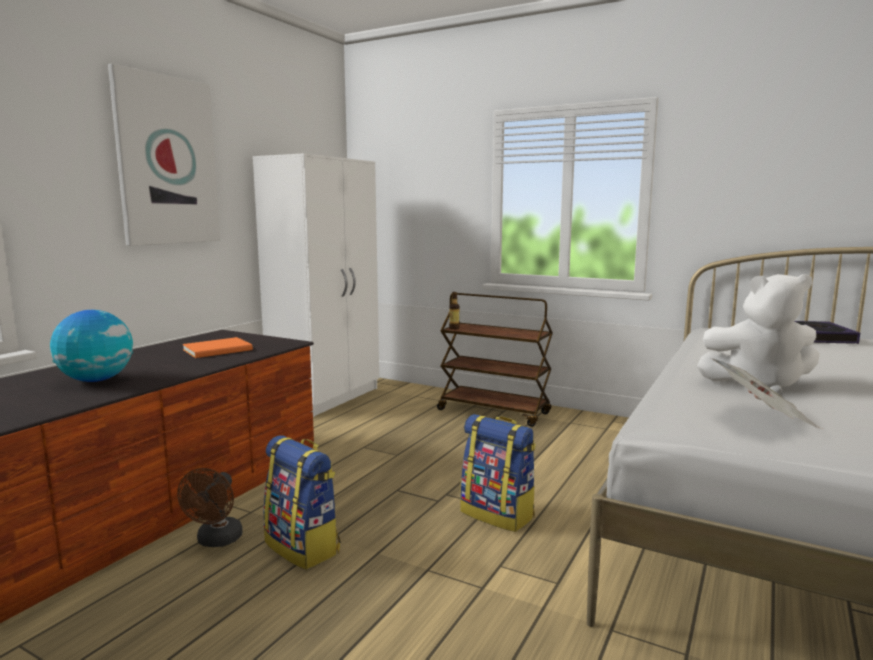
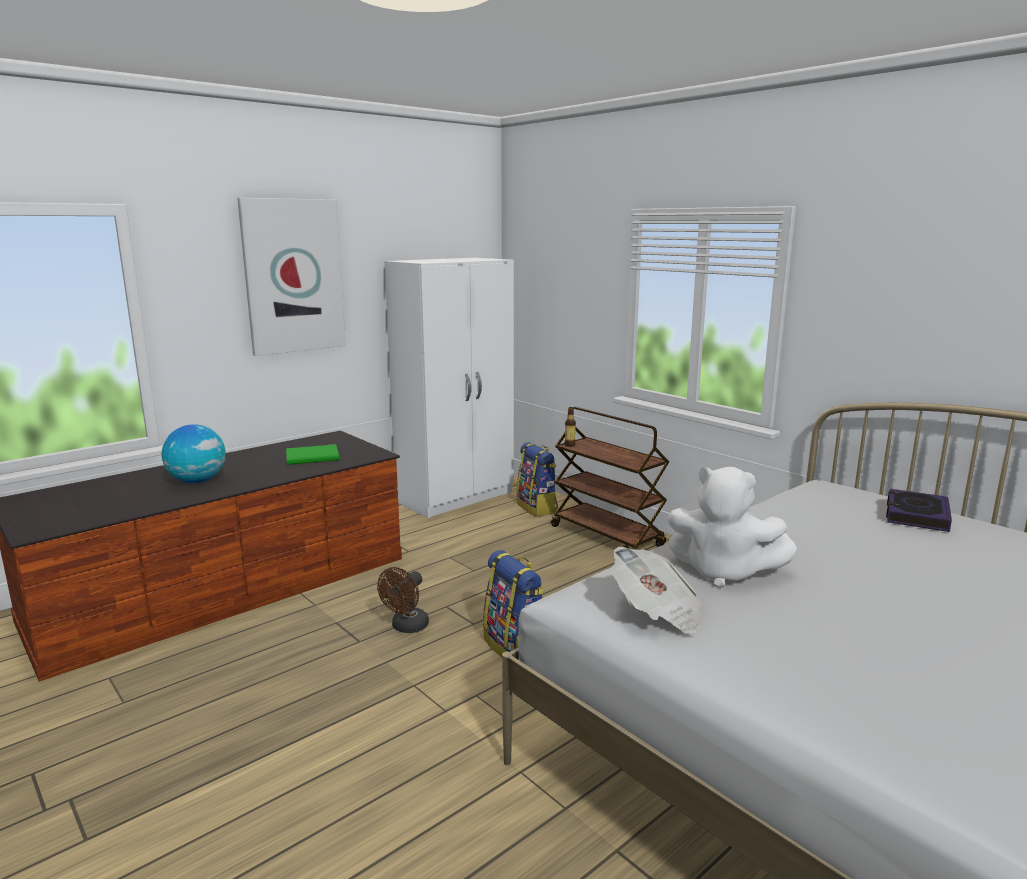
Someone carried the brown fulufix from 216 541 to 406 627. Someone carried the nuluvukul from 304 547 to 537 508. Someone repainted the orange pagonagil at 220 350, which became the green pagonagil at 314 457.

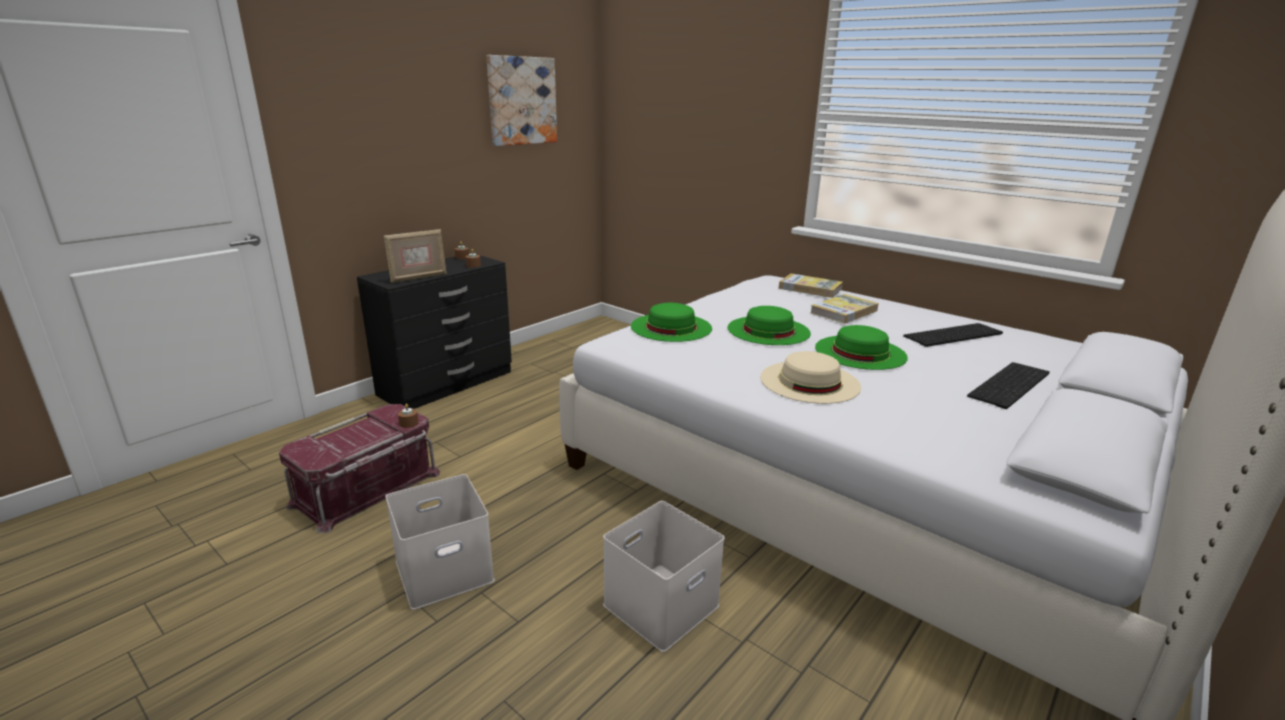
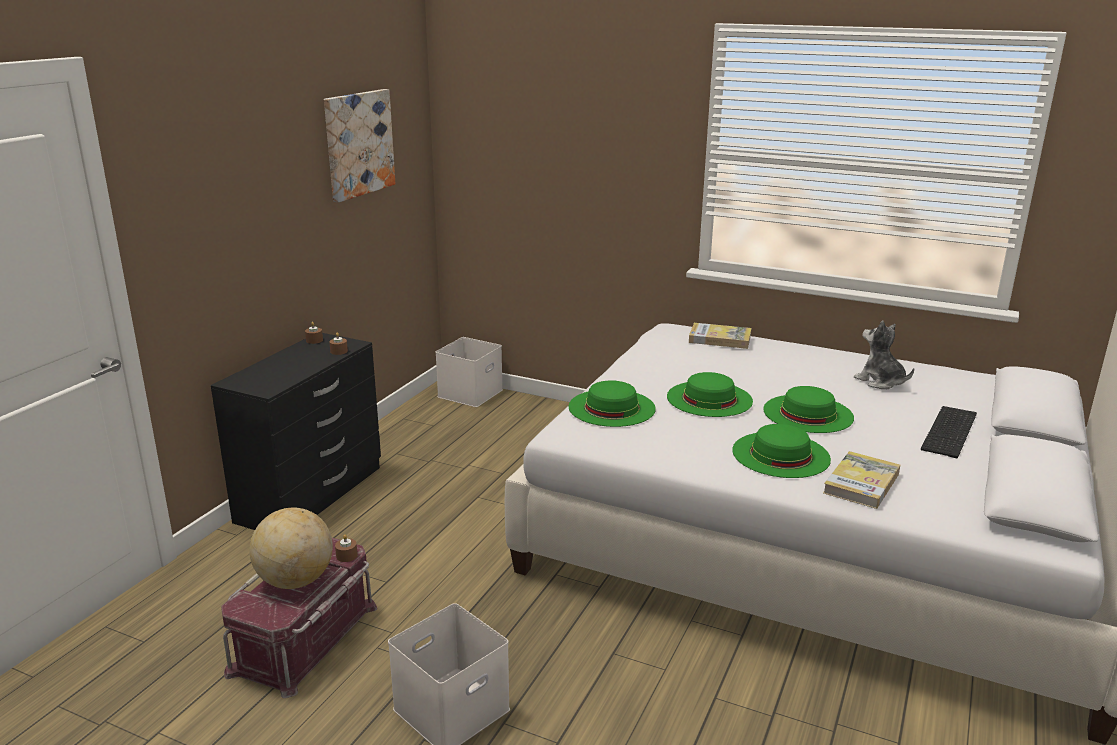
Someone took away the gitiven at 418 278. Someone put down the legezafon at 295 580. Someone carried the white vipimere from 661 607 to 470 394. Someone carried the pagonagil from 843 312 to 861 483. Someone swapped the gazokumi at 954 335 for the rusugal at 880 382. Someone repainted the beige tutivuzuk at 809 381, which became the green tutivuzuk at 781 454.

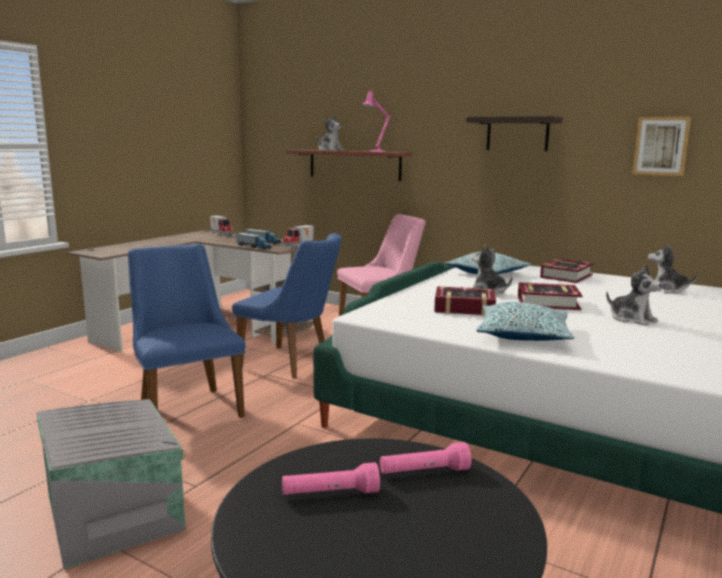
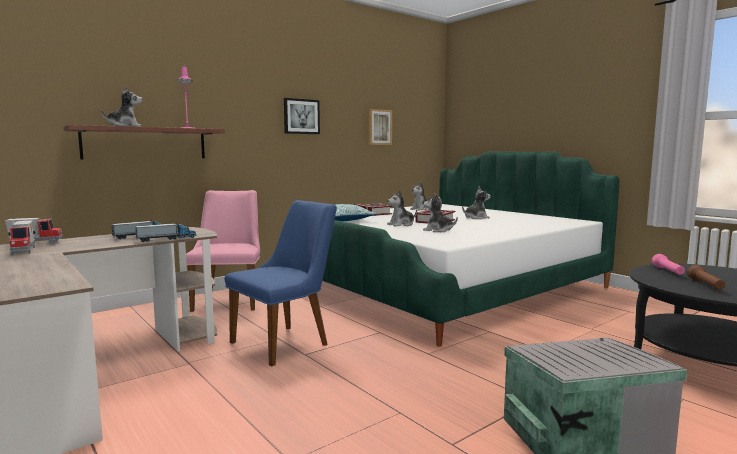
Someone took away the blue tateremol at 186 406. Someone took away the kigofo at 523 335. Someone carried the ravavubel from 299 246 to 25 250. Someone swapped the pagonagil at 464 308 for the rusugal at 438 230. Someone swapped the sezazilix at 517 134 for the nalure at 301 116. Someone repainted the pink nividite at 330 494, which became the brown nividite at 706 285.

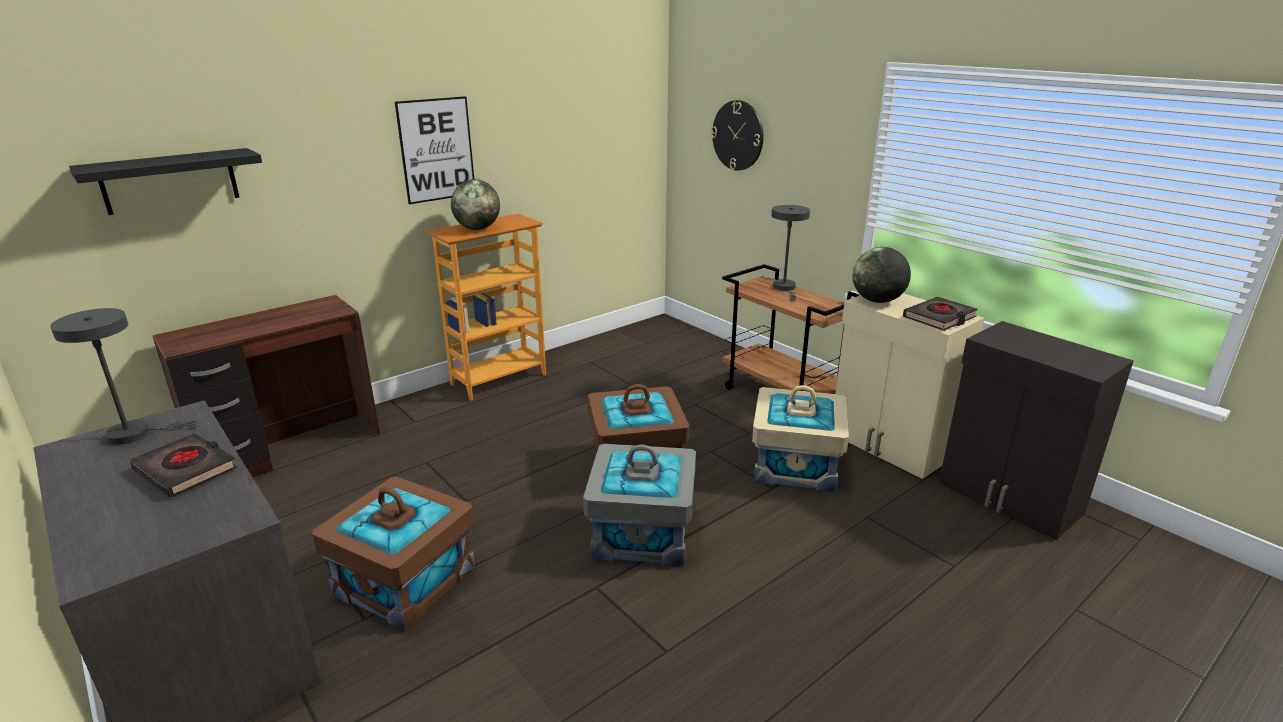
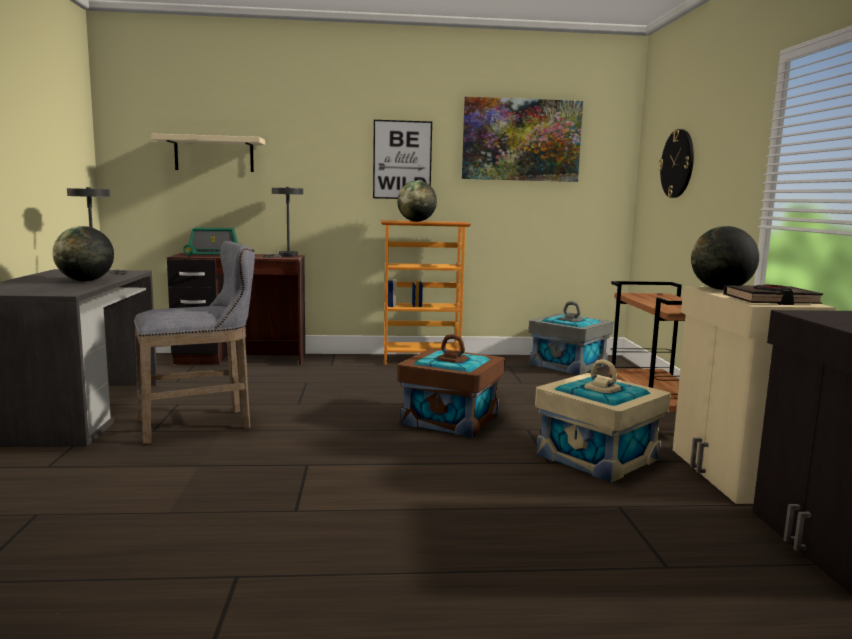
Someone put down the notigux at 214 255. Someone put up the nalure at 521 140. Someone carried the grey vipimere from 642 532 to 568 365. Someone carried the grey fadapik from 785 288 to 286 255. Someone swapped the black pagonagil at 186 470 for the legezafon at 85 281. Someone swapped the brown vipimere at 406 581 for the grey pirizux at 201 424. Someone repainted the black sezazilix at 170 181, which became the beige sezazilix at 214 154.

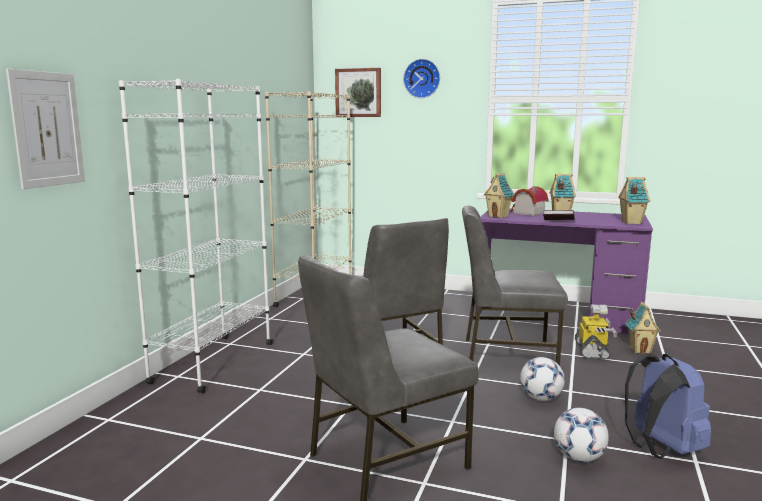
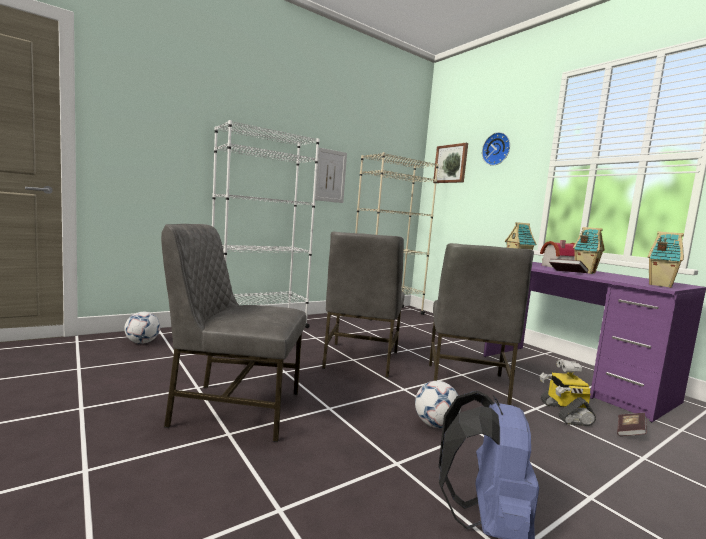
Someone carried the nalure from 47 129 to 330 176. Someone carried the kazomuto from 578 458 to 142 342. Someone swapped the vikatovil at 640 350 for the pagonagil at 630 432. Someone rotated the grey tateremol at 507 354 by 120 degrees counterclockwise. Someone rotated the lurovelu at 592 351 by 135 degrees clockwise.

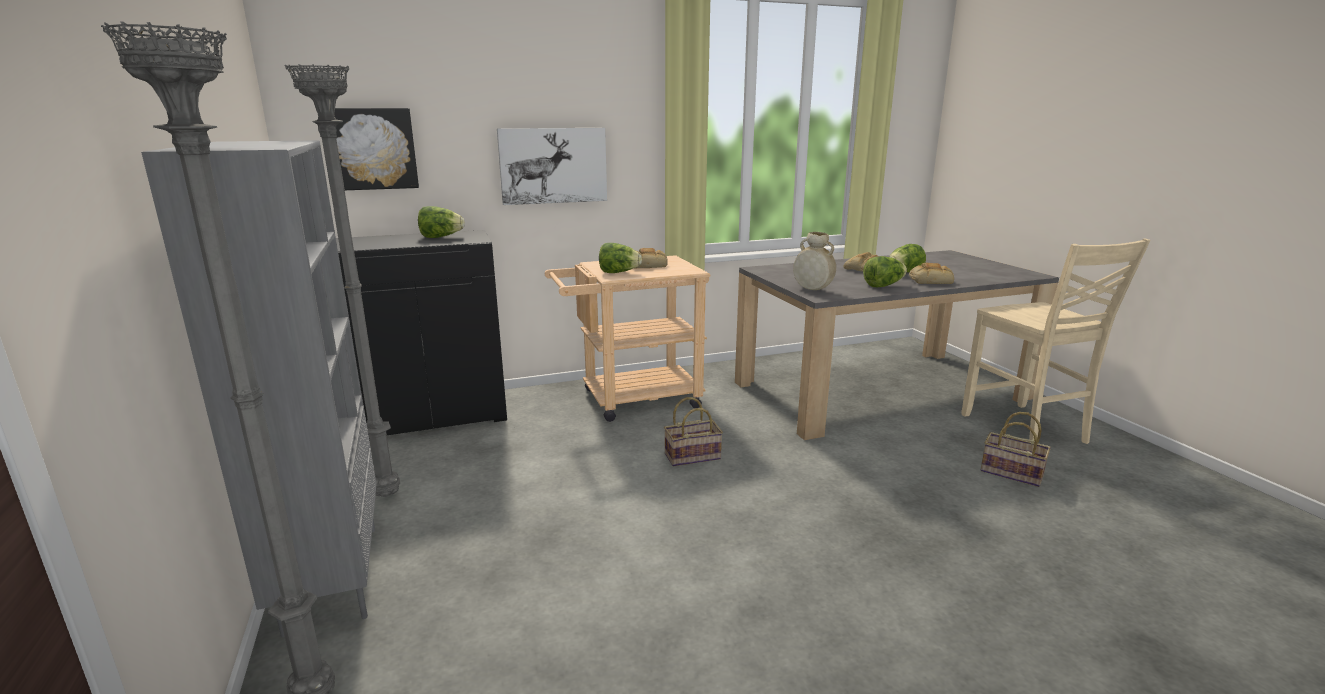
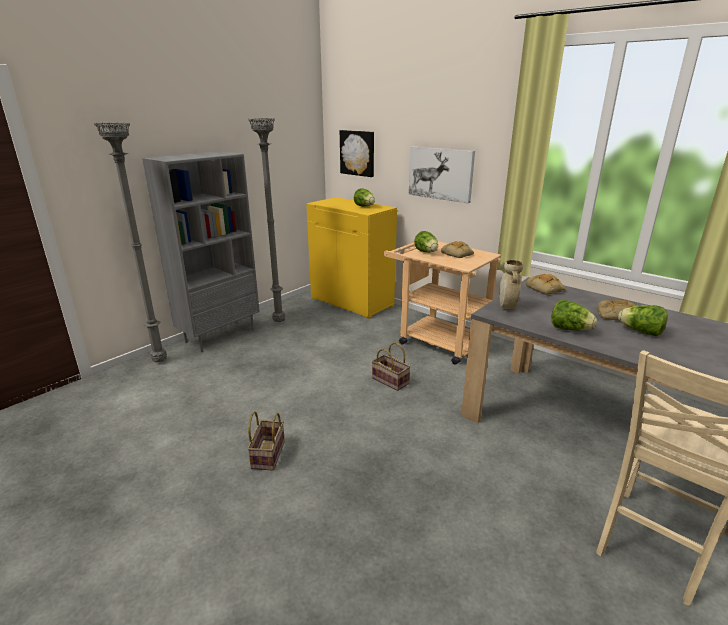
Someone carried the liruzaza from 931 280 to 545 289. Someone carried the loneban from 1009 473 to 267 454. Someone repainted the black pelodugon at 433 415, which became the yellow pelodugon at 352 302.

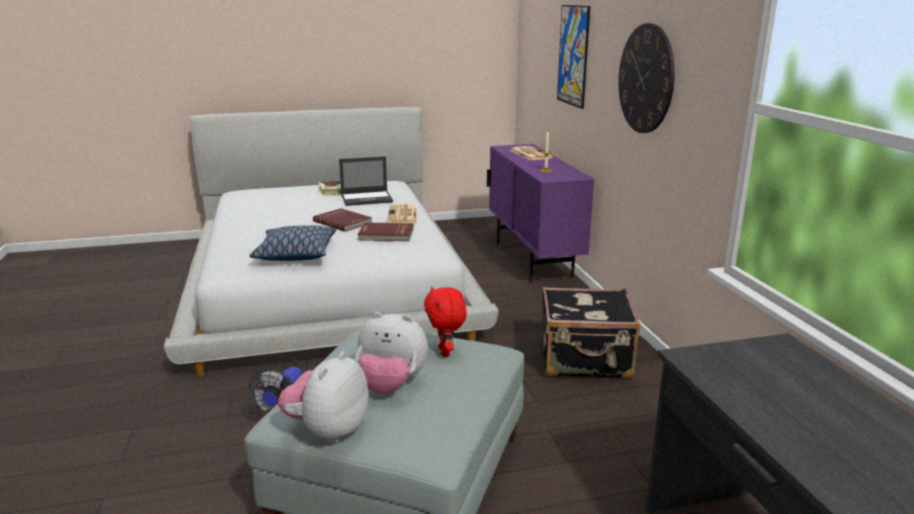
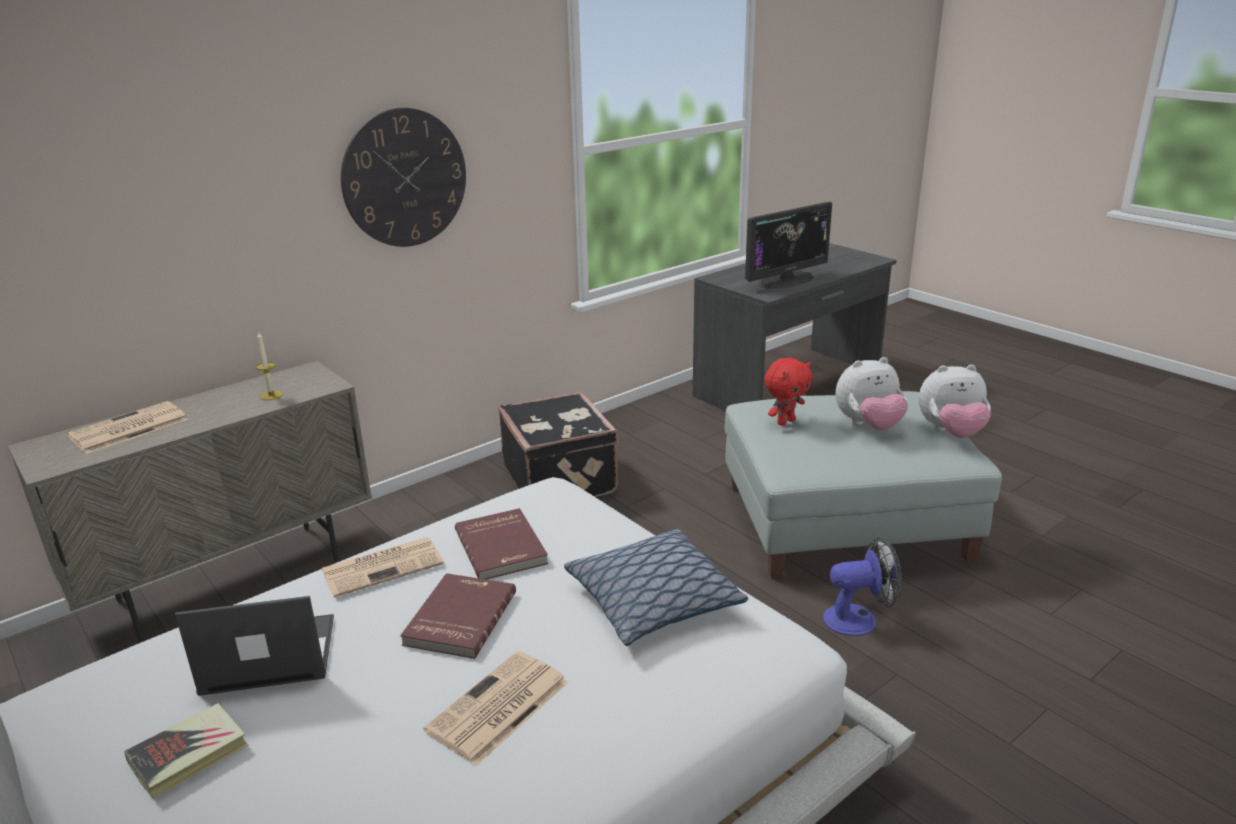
Someone took away the nalure at 573 55. Someone put down the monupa at 497 708. Someone put down the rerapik at 786 280. Someone repainted the purple pelodugon at 533 259, which became the beige pelodugon at 232 579. Someone rotated the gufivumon at 367 198 by 60 degrees counterclockwise. Someone rotated the rusugal at 391 386 by 90 degrees clockwise.

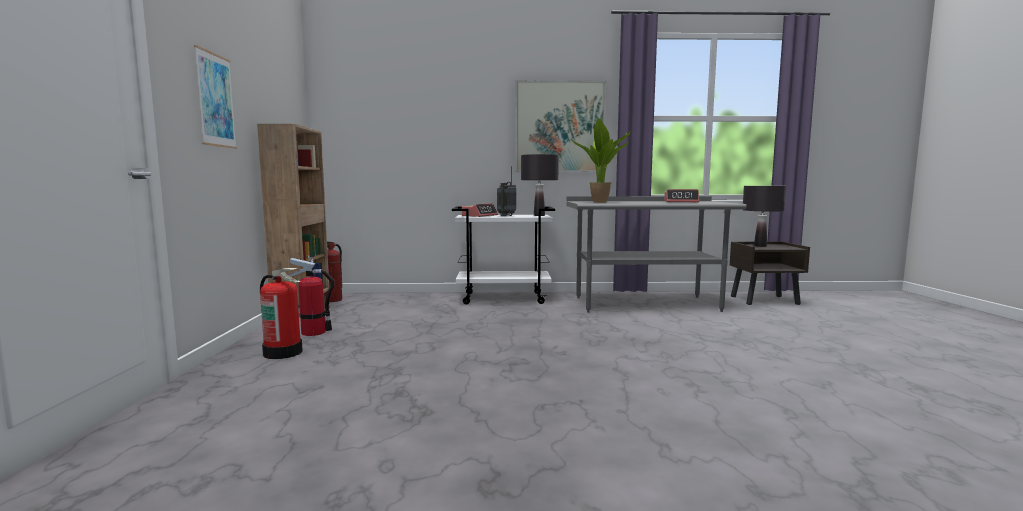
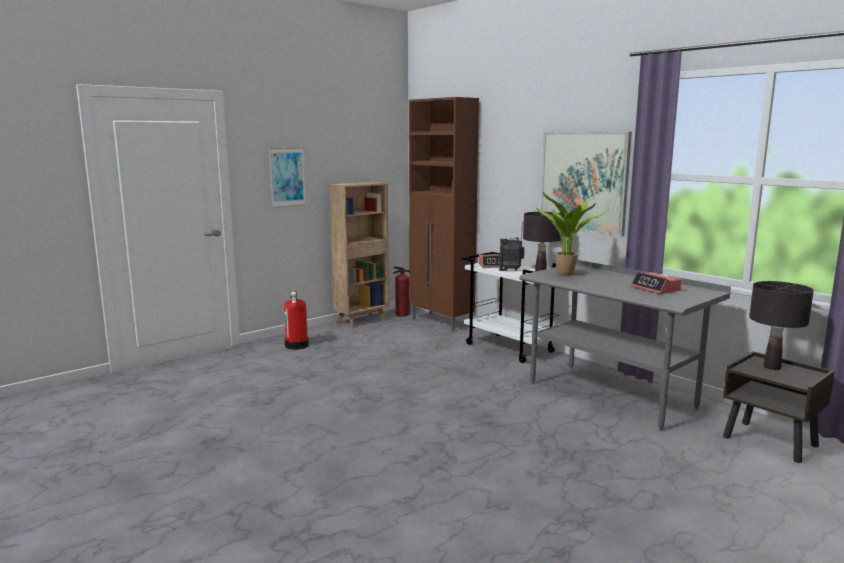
Someone took away the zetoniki at 314 332. Someone put down the brown pelodugon at 441 322.

